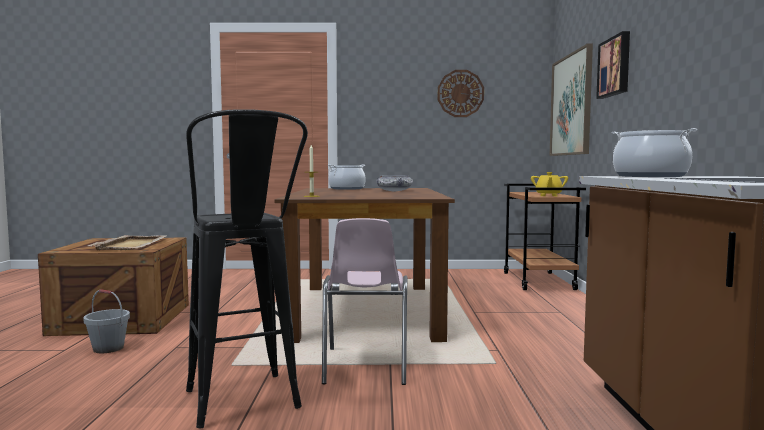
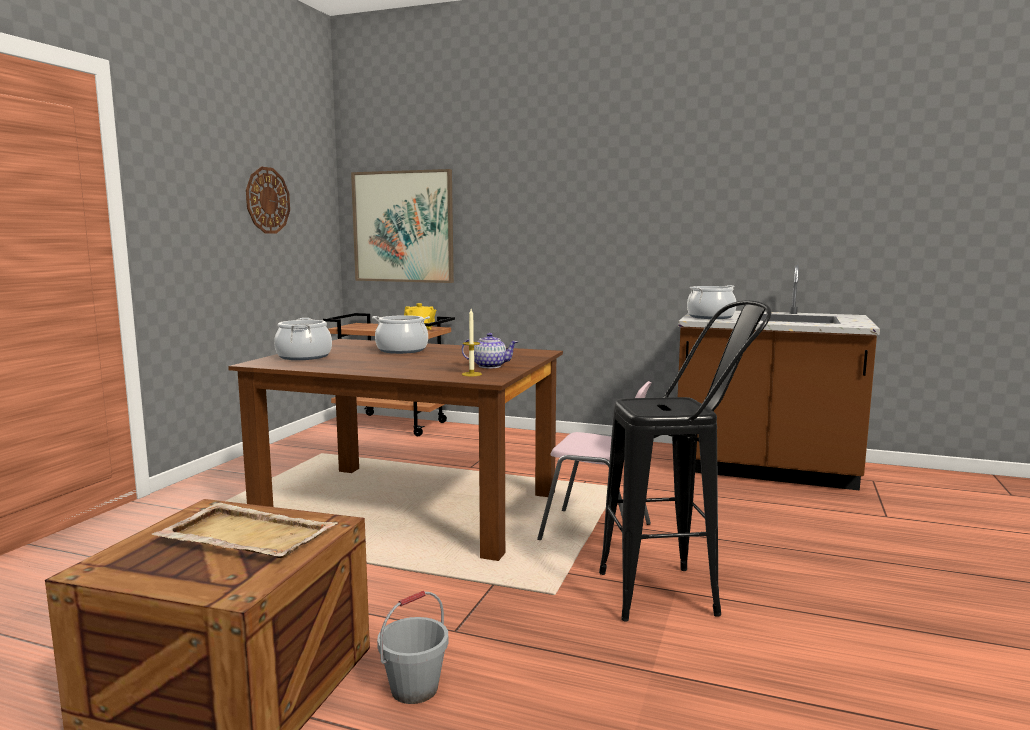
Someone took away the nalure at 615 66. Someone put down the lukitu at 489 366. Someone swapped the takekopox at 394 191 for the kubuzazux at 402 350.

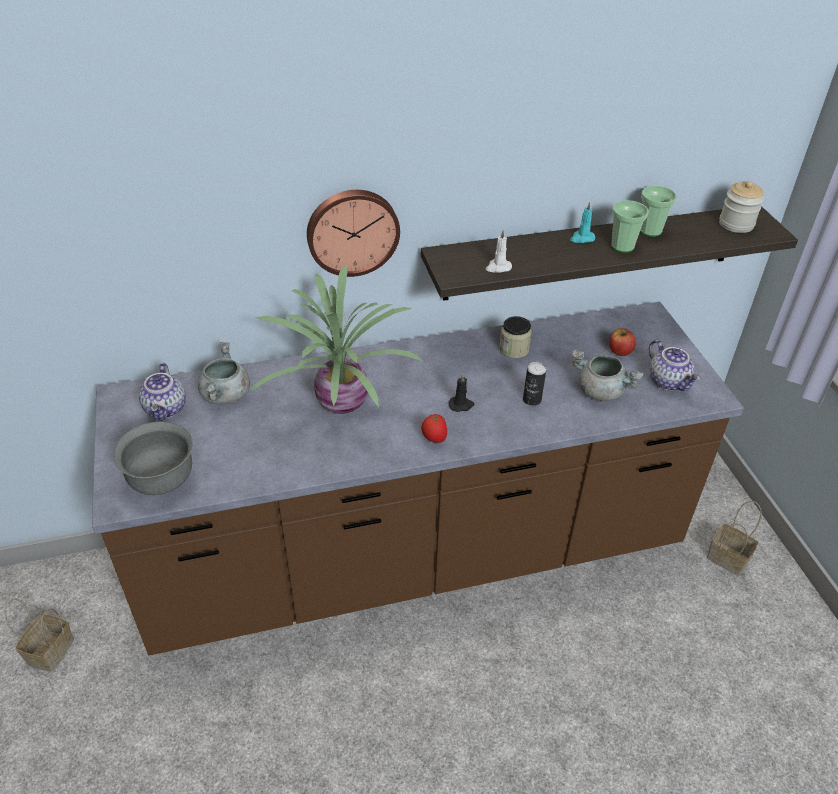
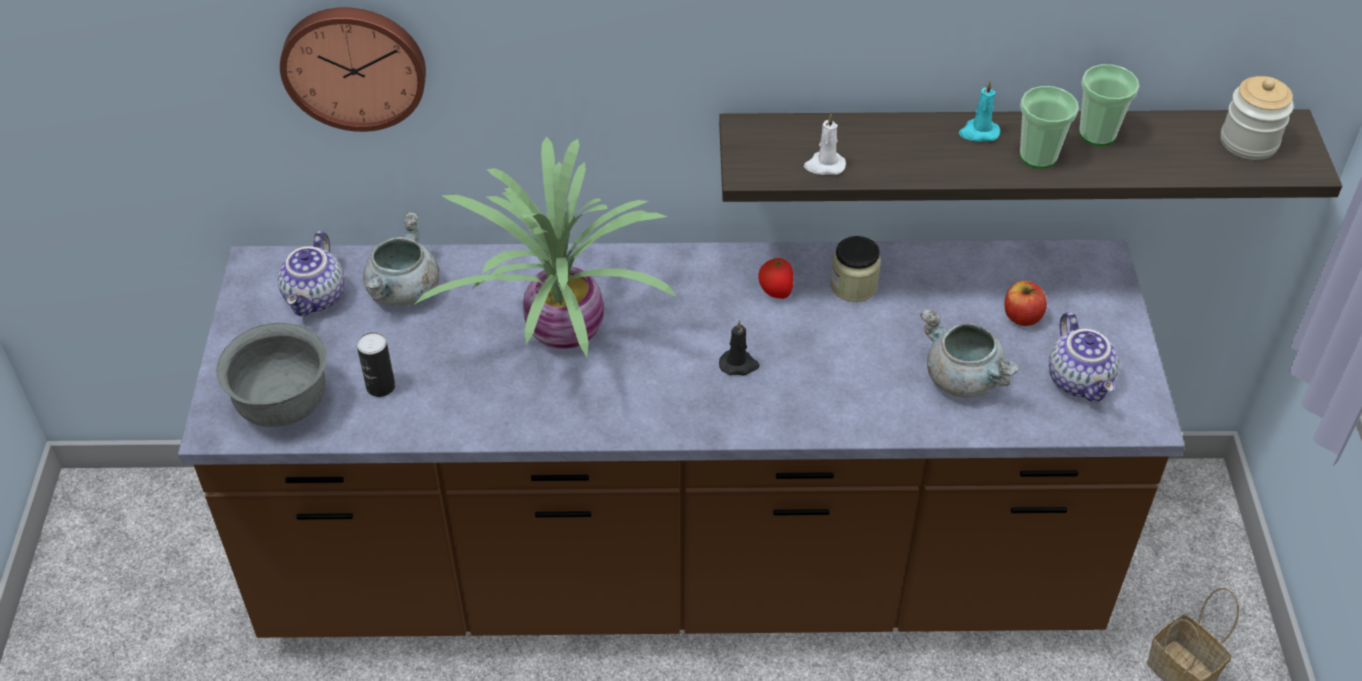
Someone took away the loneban at 50 649. Someone carried the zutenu from 352 231 to 354 65. Someone carried the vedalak from 434 439 to 775 292. Someone carried the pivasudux from 532 400 to 380 386.

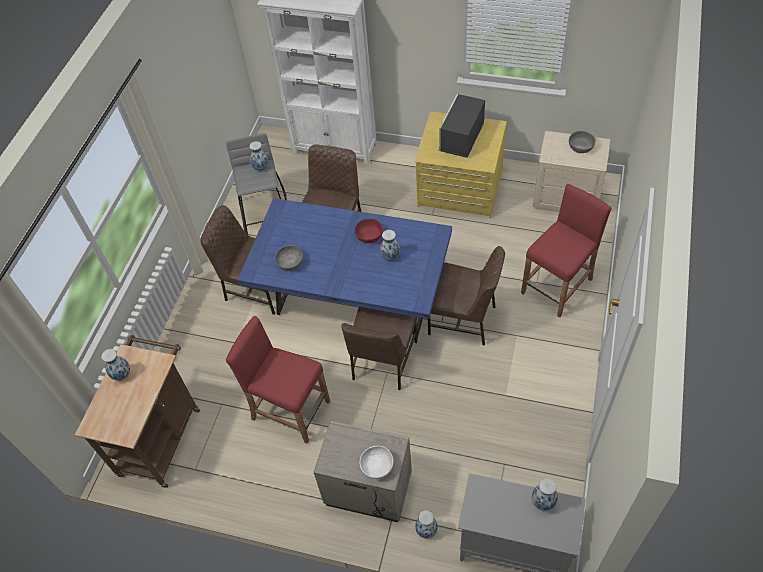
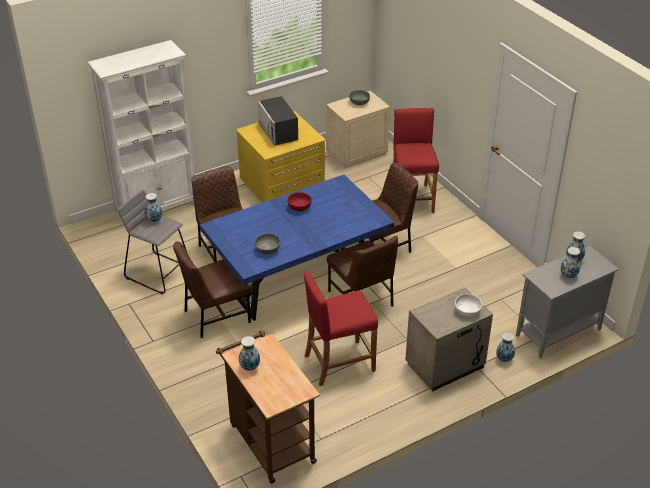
Someone carried the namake from 390 257 to 568 276.

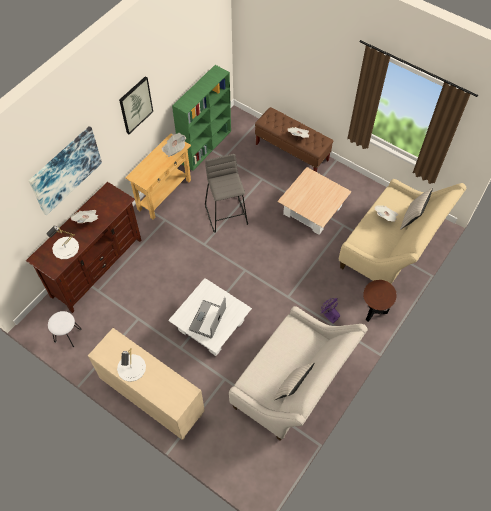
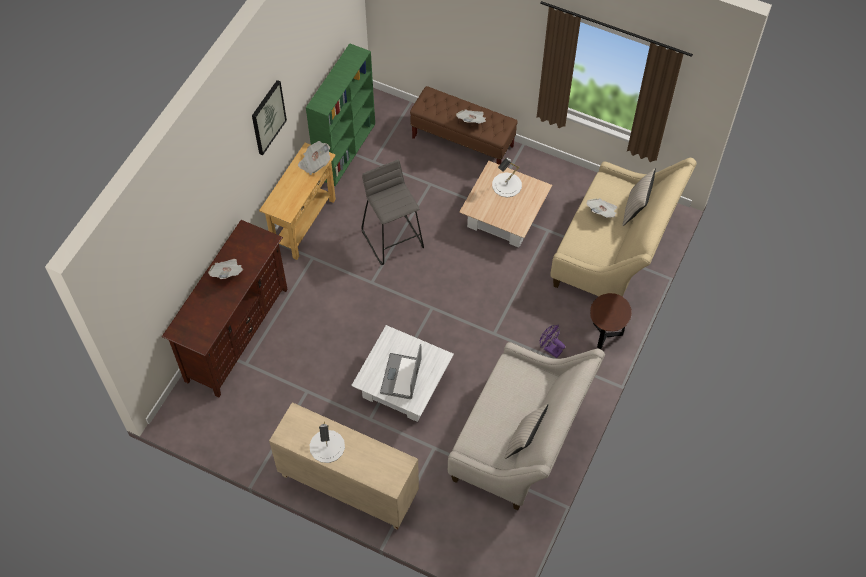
Someone took away the nalure at 66 170. Someone took away the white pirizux at 67 335. Someone carried the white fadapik from 65 248 to 507 185.

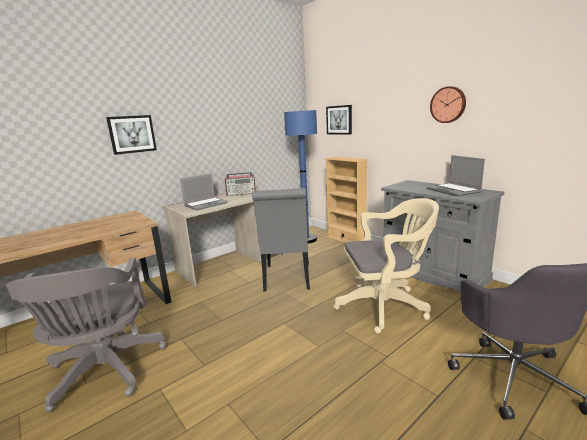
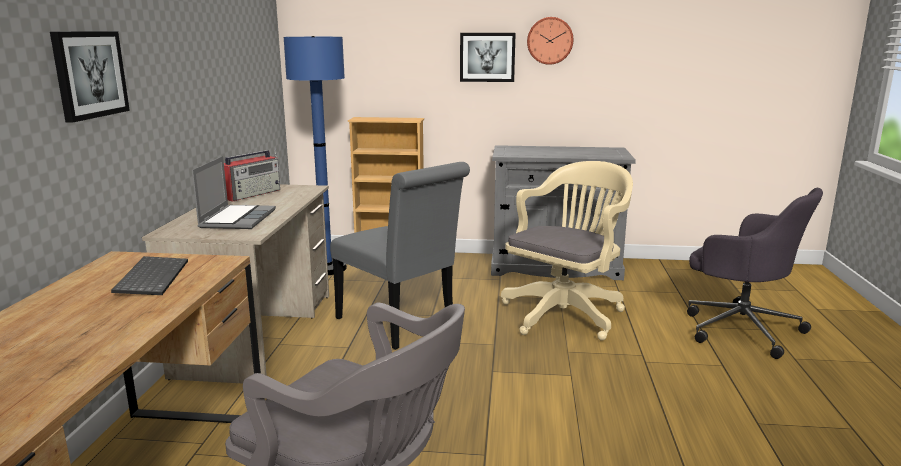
Someone took away the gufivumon at 454 190. Someone put down the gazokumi at 151 277. Someone carried the nalure from 339 120 to 487 57.

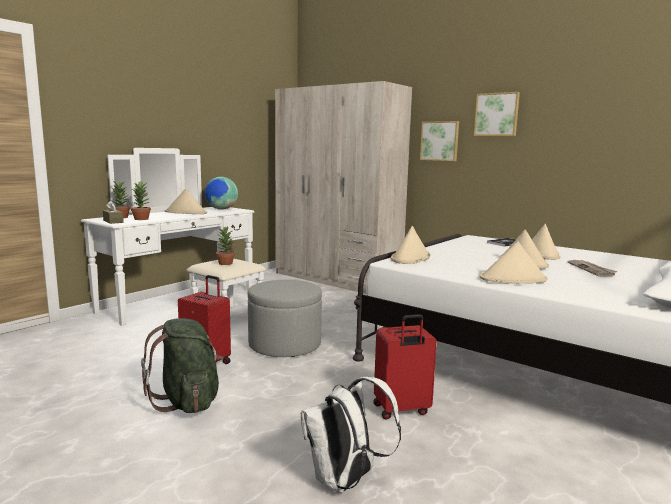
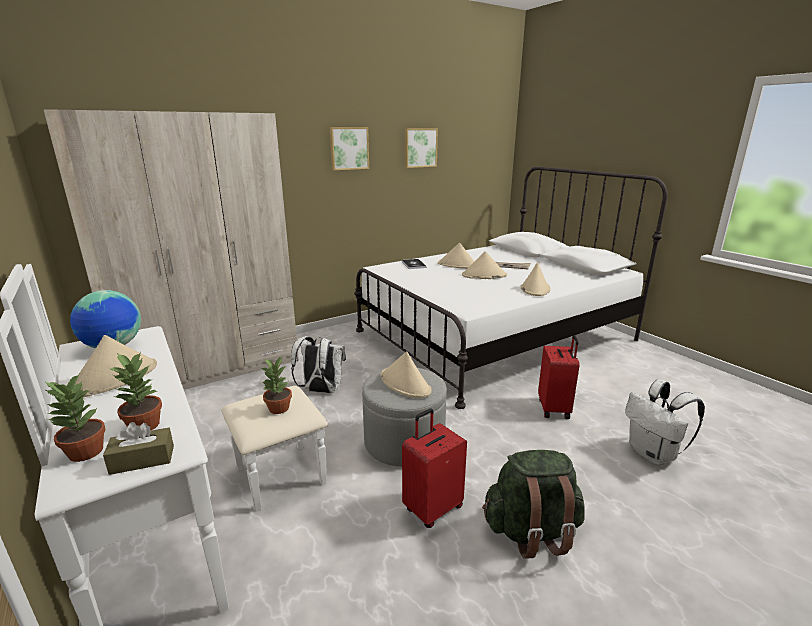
Someone put down the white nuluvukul at 321 391. Someone carried the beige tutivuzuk from 410 258 to 405 384. Someone carried the nalure from 440 141 to 420 148.

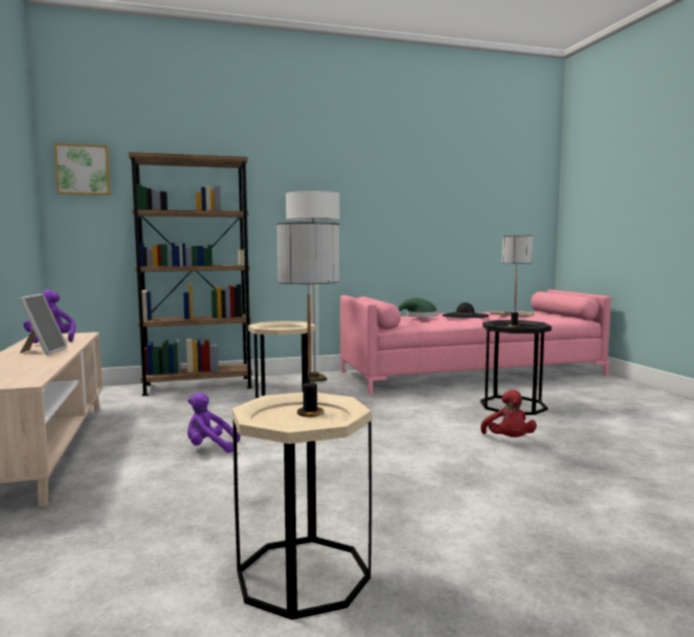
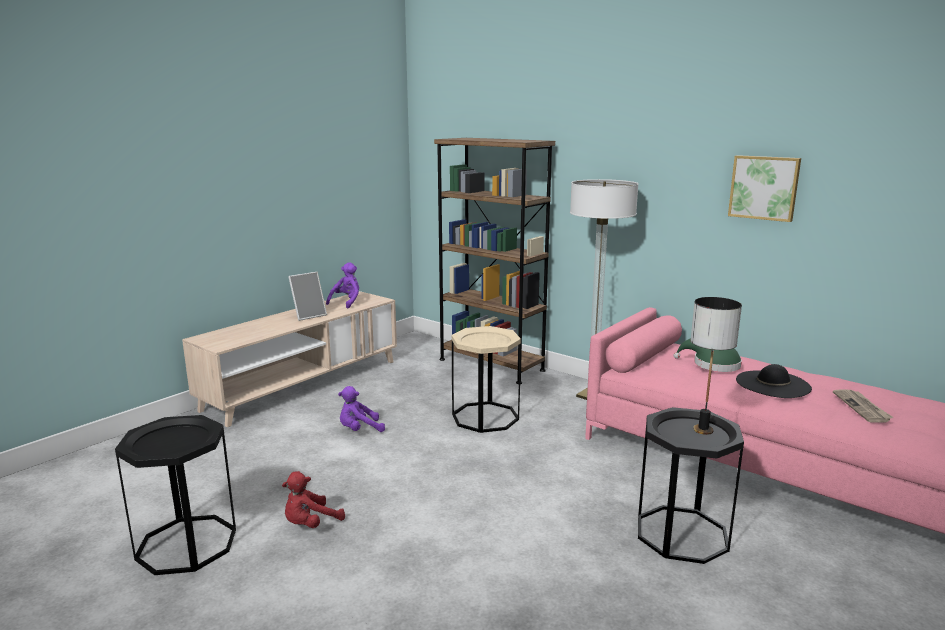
Someone took away the fadapik at 309 413. Someone carried the nalure from 83 170 to 764 187. Someone carried the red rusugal from 508 440 to 310 524. Someone repainted the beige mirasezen at 303 575, which became the black mirasezen at 187 544. Someone rotated the purple rusugal at 210 448 by 75 degrees counterclockwise.

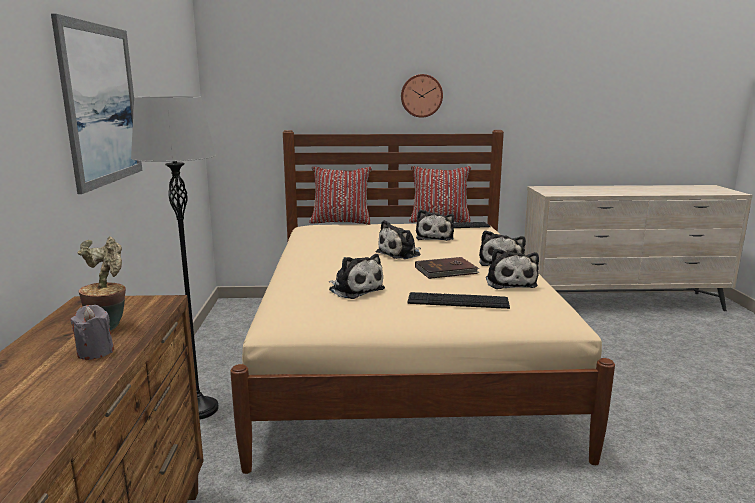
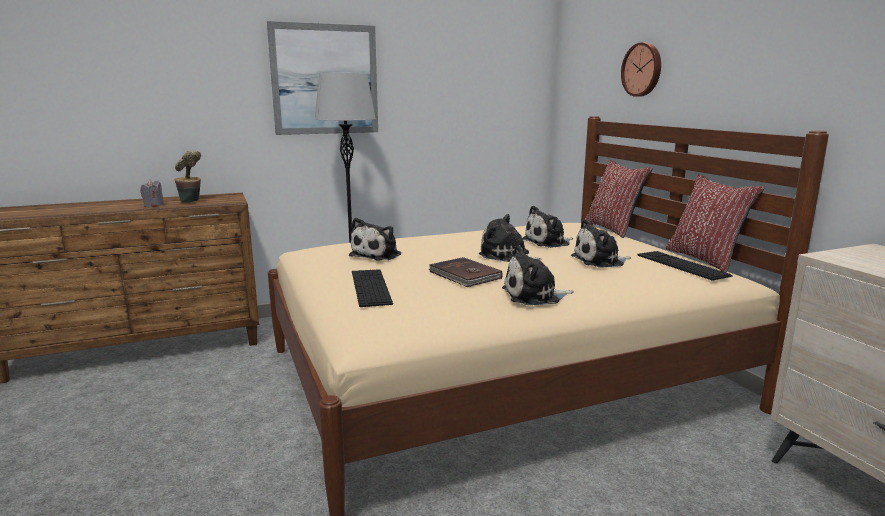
Someone carried the zutenu from 421 95 to 642 69. Someone carried the rusugal from 510 282 to 548 242.

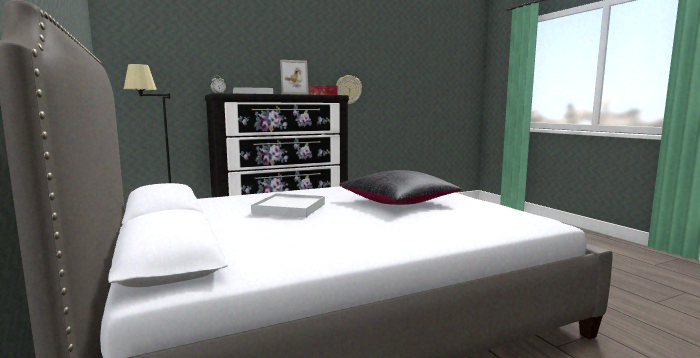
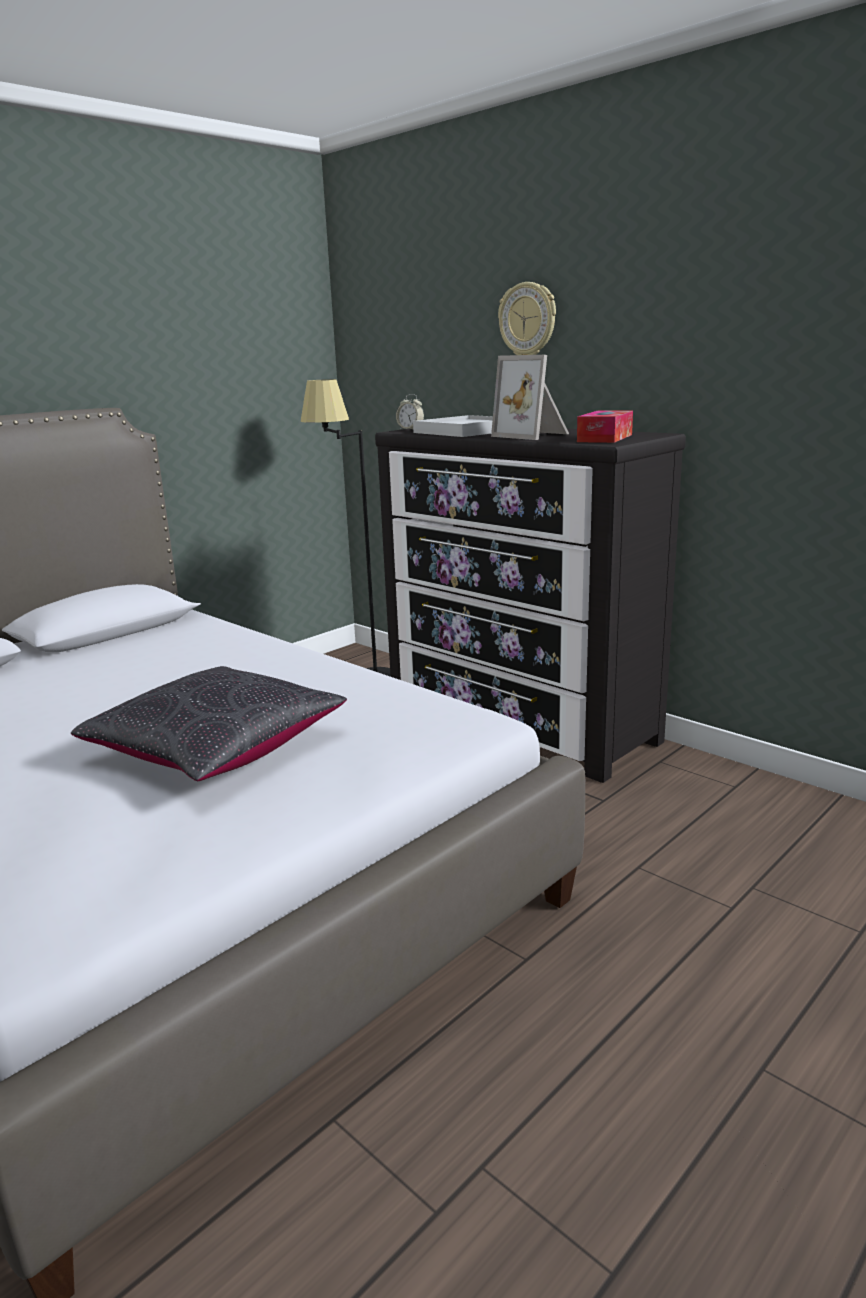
Someone took away the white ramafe at 289 208. Someone carried the zutenu from 348 89 to 528 320.

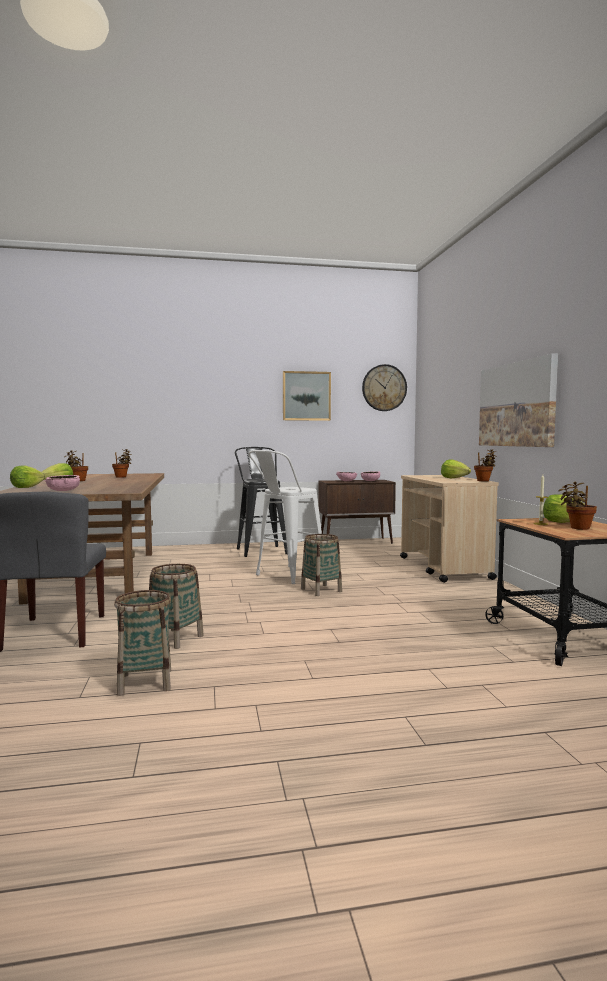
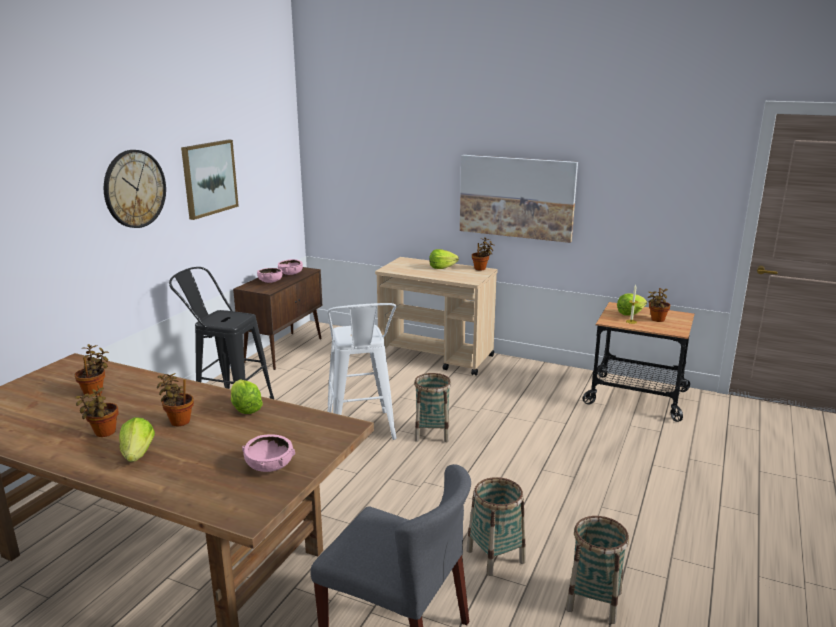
Someone put down the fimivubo at 179 421. Someone carried the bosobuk from 26 487 to 245 408. Someone carried the zutenu from 384 388 to 134 189.

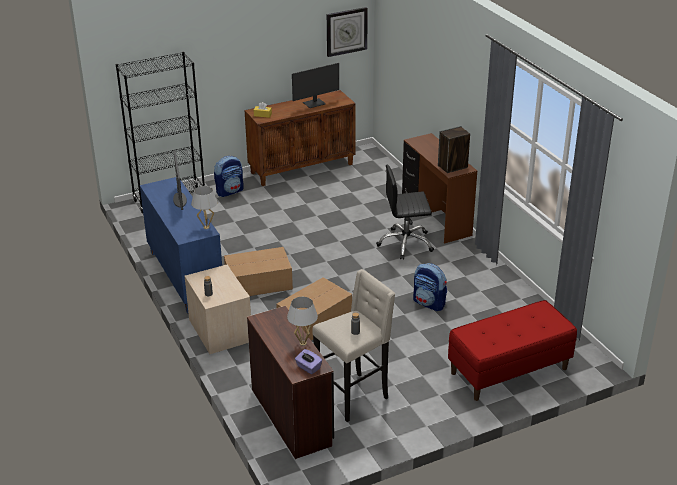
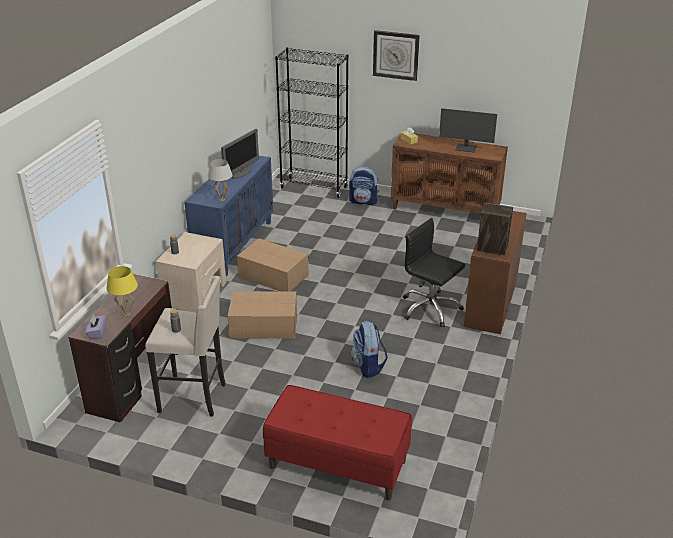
Someone carried the zutenu from 346 31 to 396 55. Someone repainted the white fadapik at 303 343, which became the yellow fadapik at 127 314.

